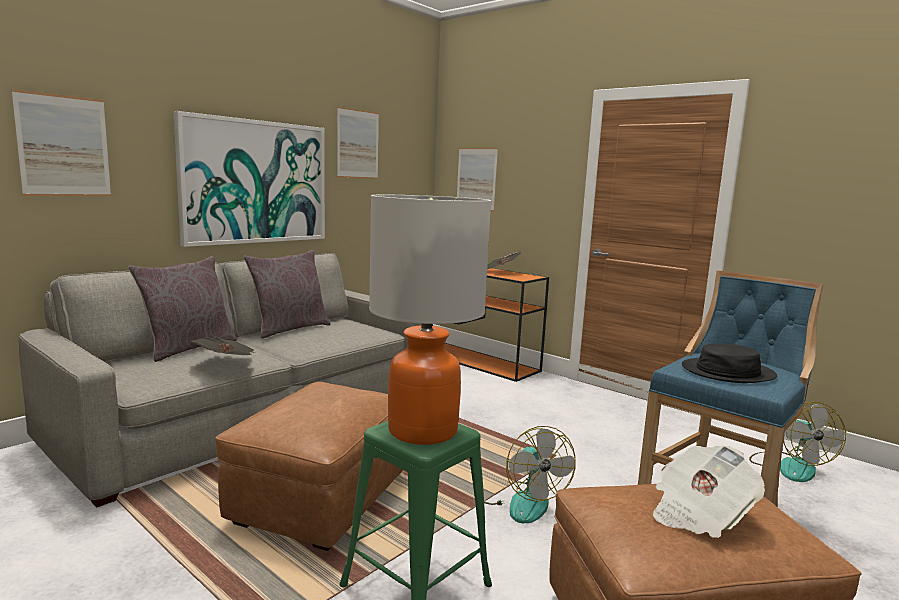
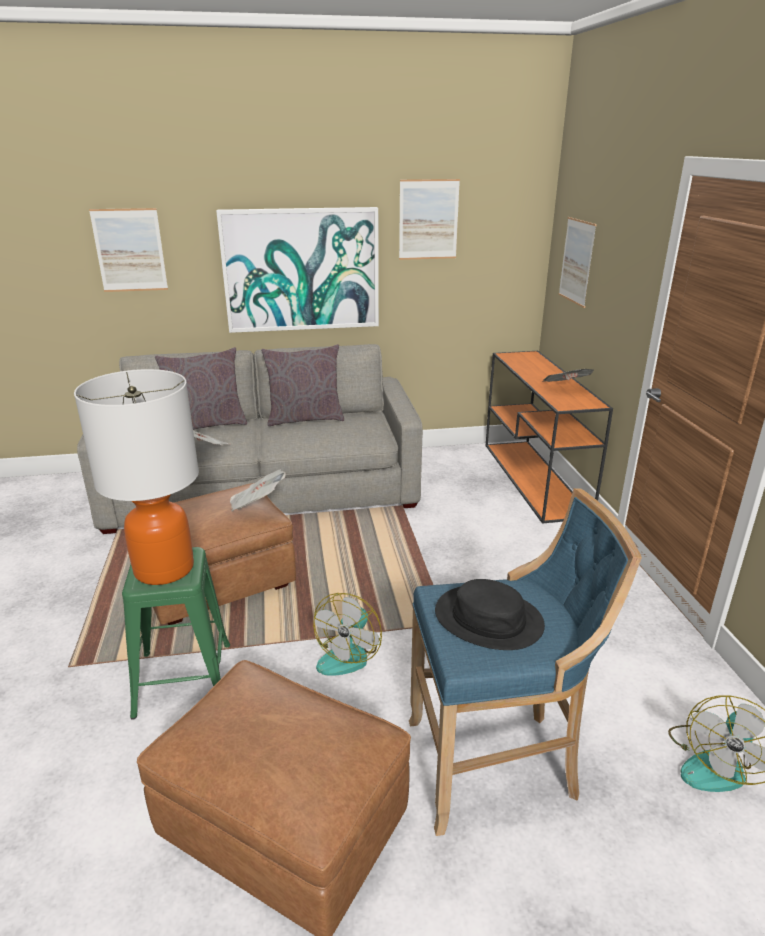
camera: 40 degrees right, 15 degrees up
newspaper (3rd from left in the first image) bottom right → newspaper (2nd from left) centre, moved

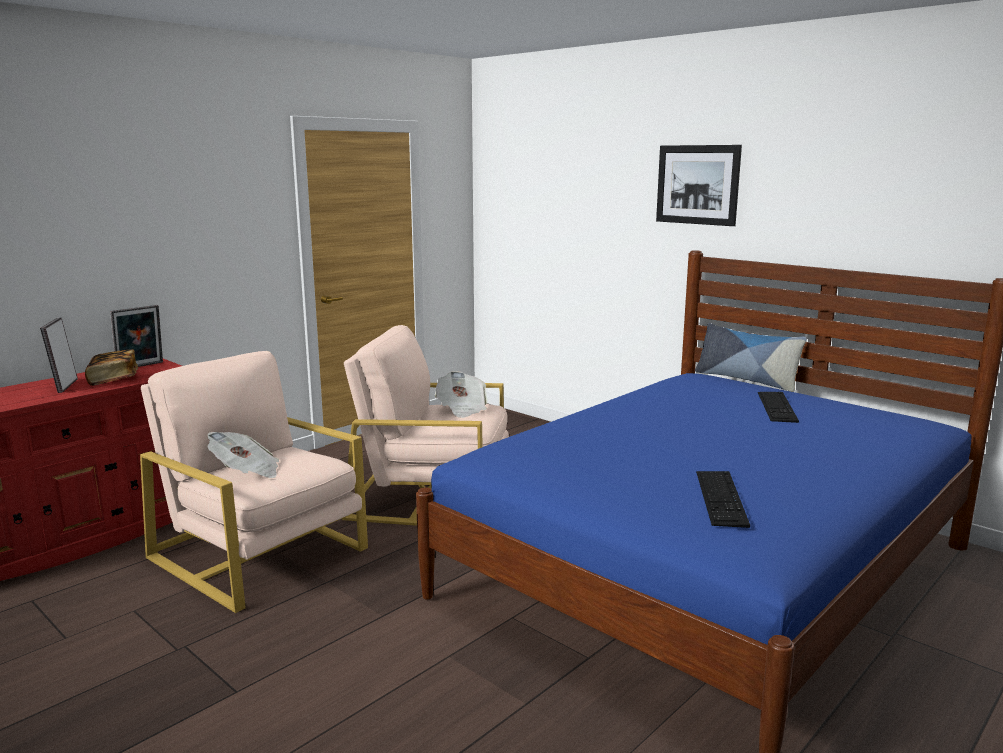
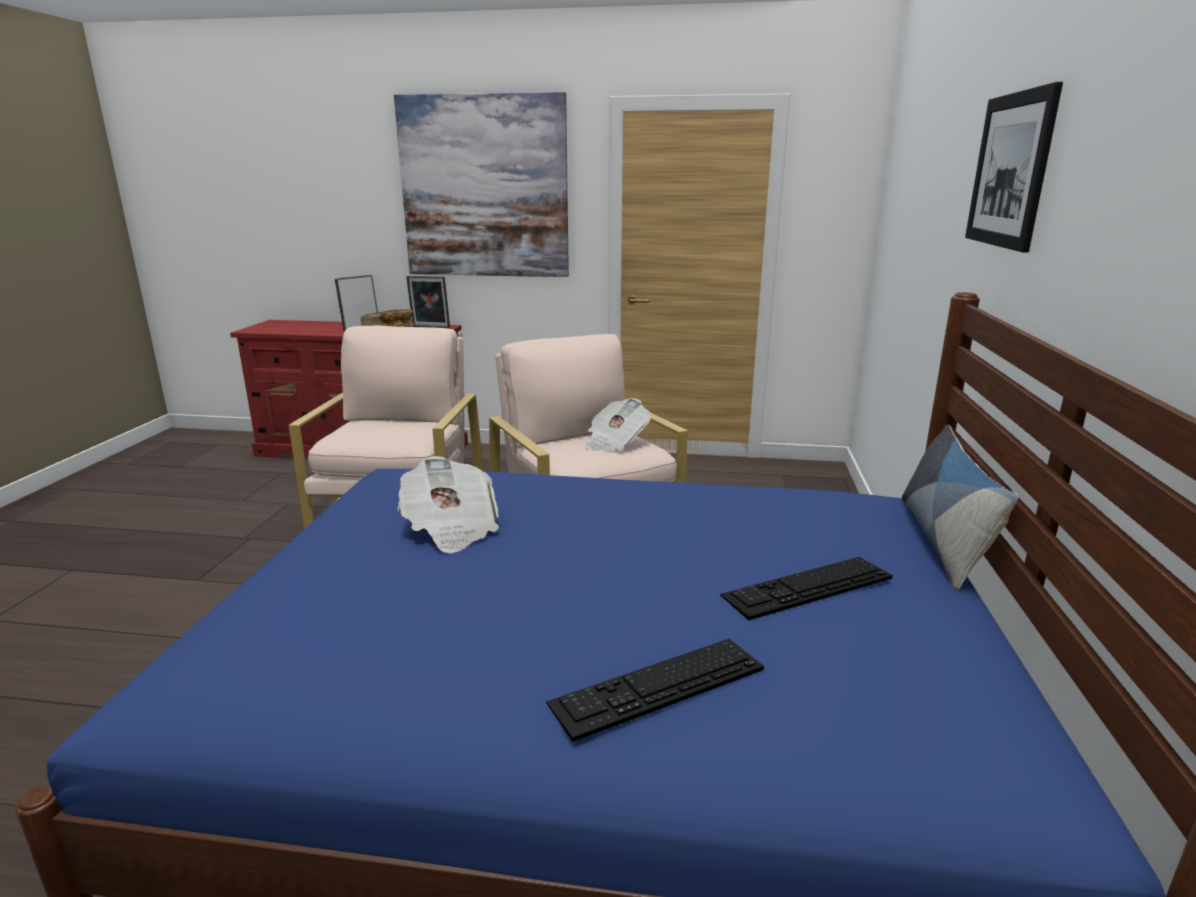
camera: 55 degrees right, 5 degrees up
- → picture (1st from left) top centre
newspaper (1st from left) middle left → newspaper (1st from left) centre, moved
keyboard (1st from left) middle right → keyboard (1st from left) bottom centre, moved

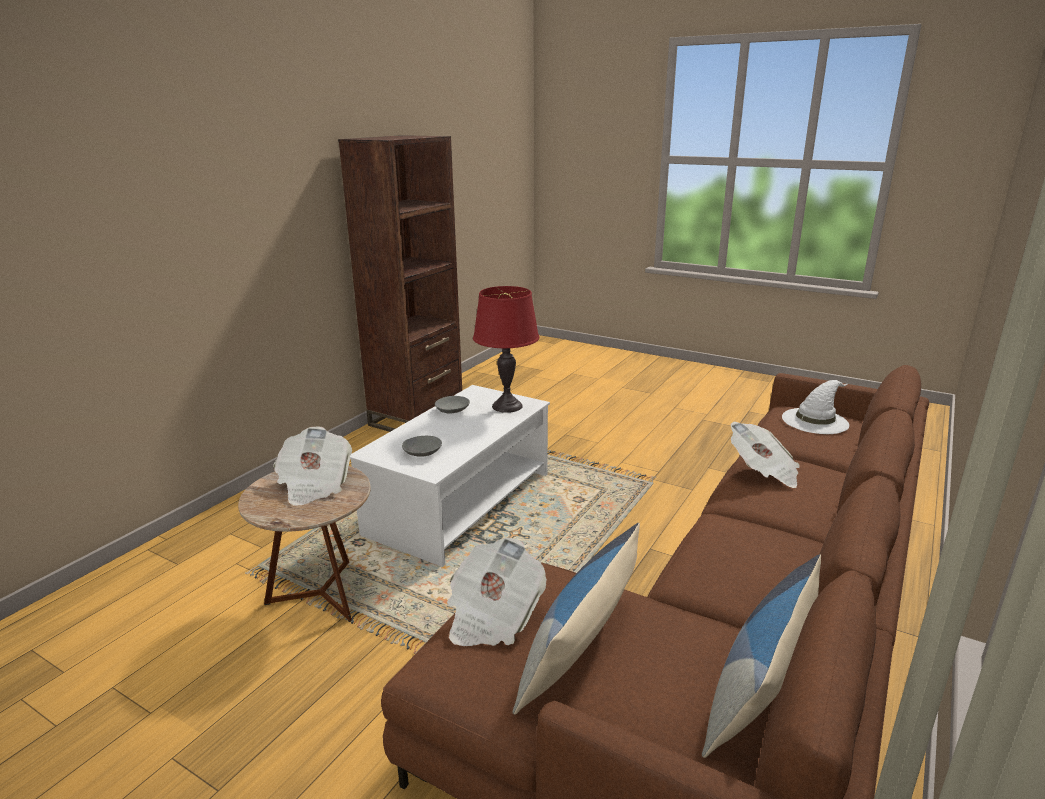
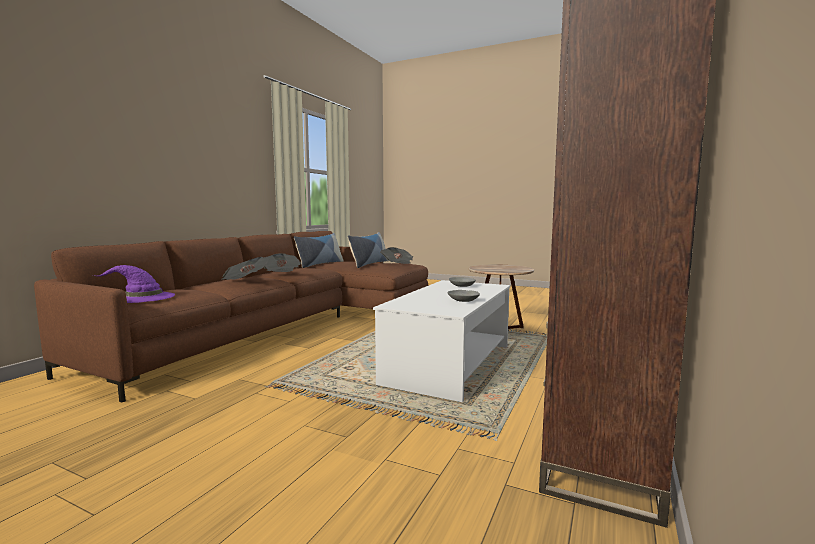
camera: 175 degrees right, 15 degrees down
whitish hat middle right → purple-coloured hat middle left
newspaper (1st from left in the first image) middle left → newspaper (2nd from left) centre, moved
red-coloured tabletop lamp centre → -

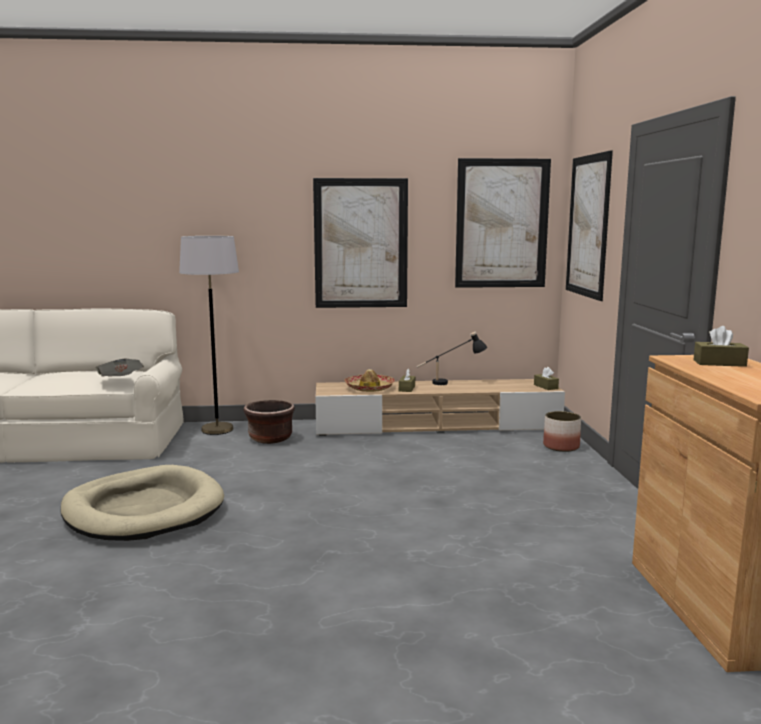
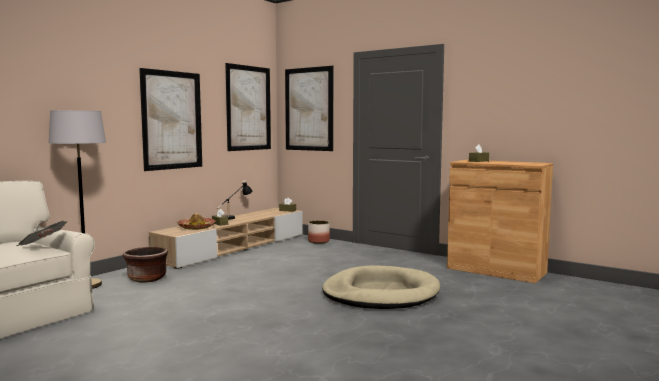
camera: 50 degrees left, 5 degrees down
beige-coloured dog cushion bottom left → beige-coloured dog cushion bottom centre, moved

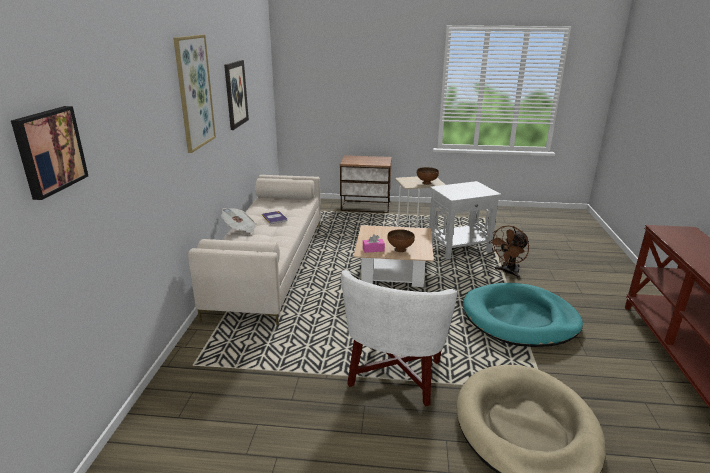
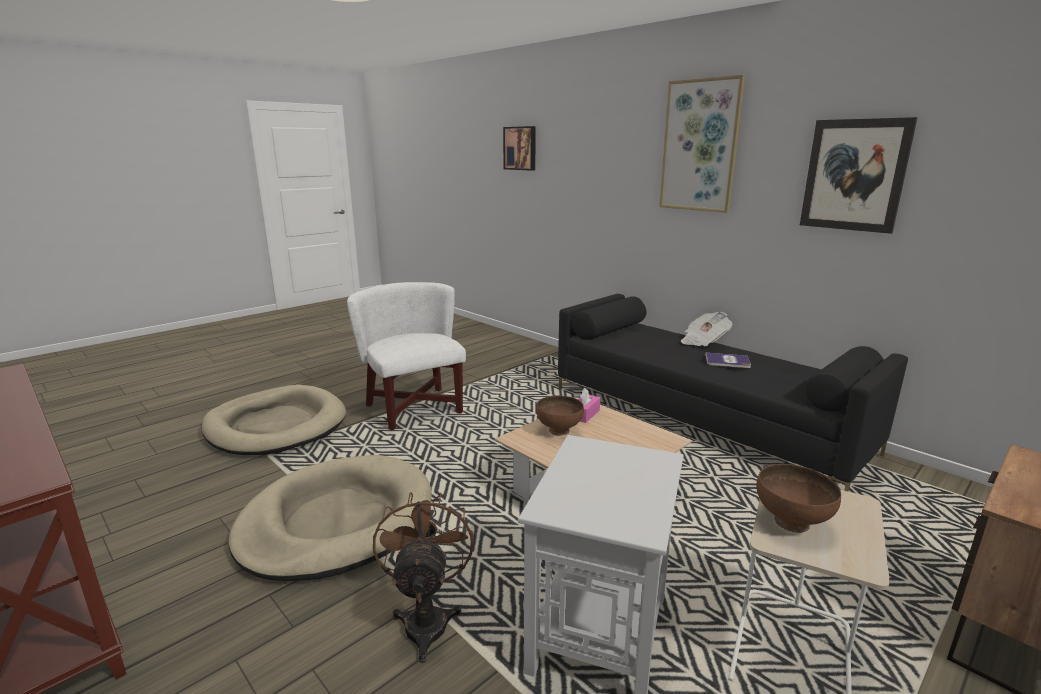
camera: 130 degrees right, 5 degrees down
turquoise dog cushion middle right → beige-coloured dog cushion (2nd from left) bottom left
beige-coloured sofa centre → blackish sofa middle right

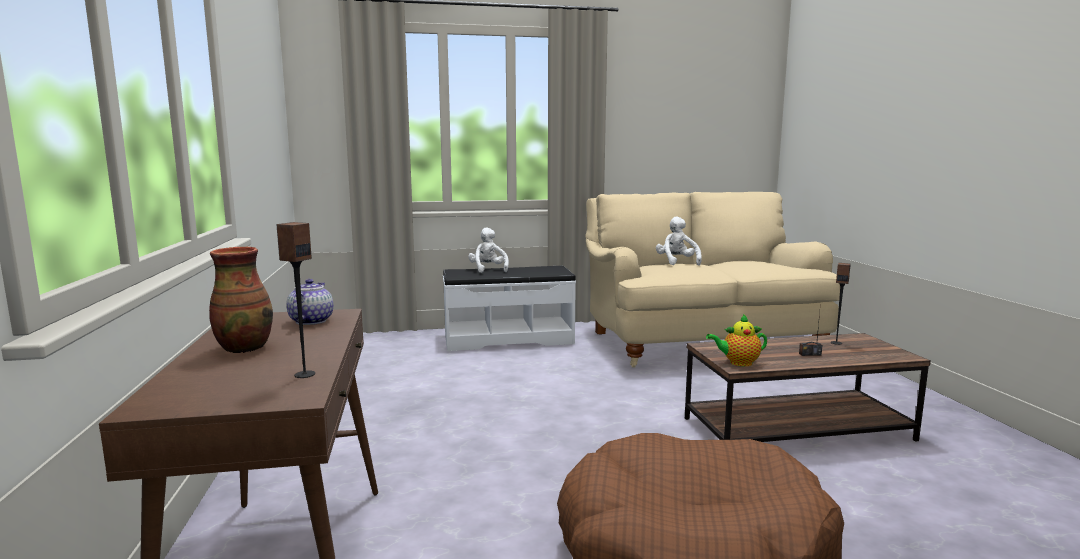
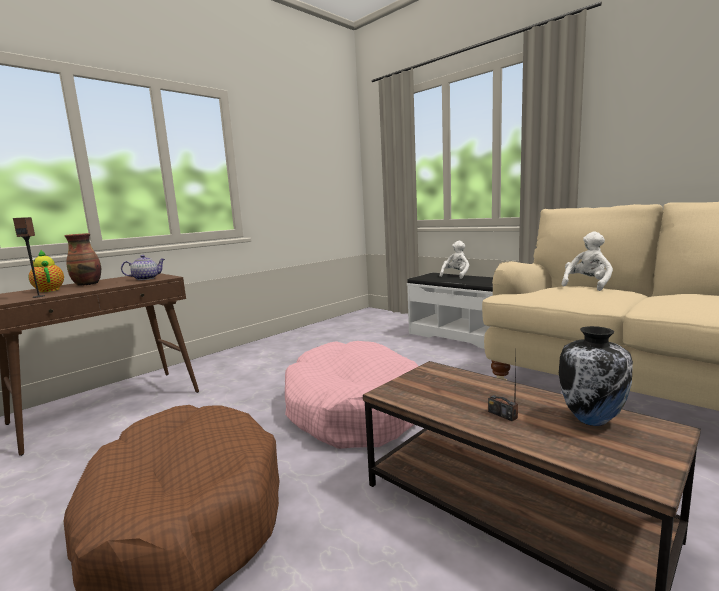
camera: 55 degrees right, 0 degrees up
tea pot (2nd from left in the first image) middle right → tea pot (1st from left) middle left, moved
- → pink-coloured dog cushion bottom centre
loudspeaker (2nd from left) middle right → vase (2nd from left) middle right

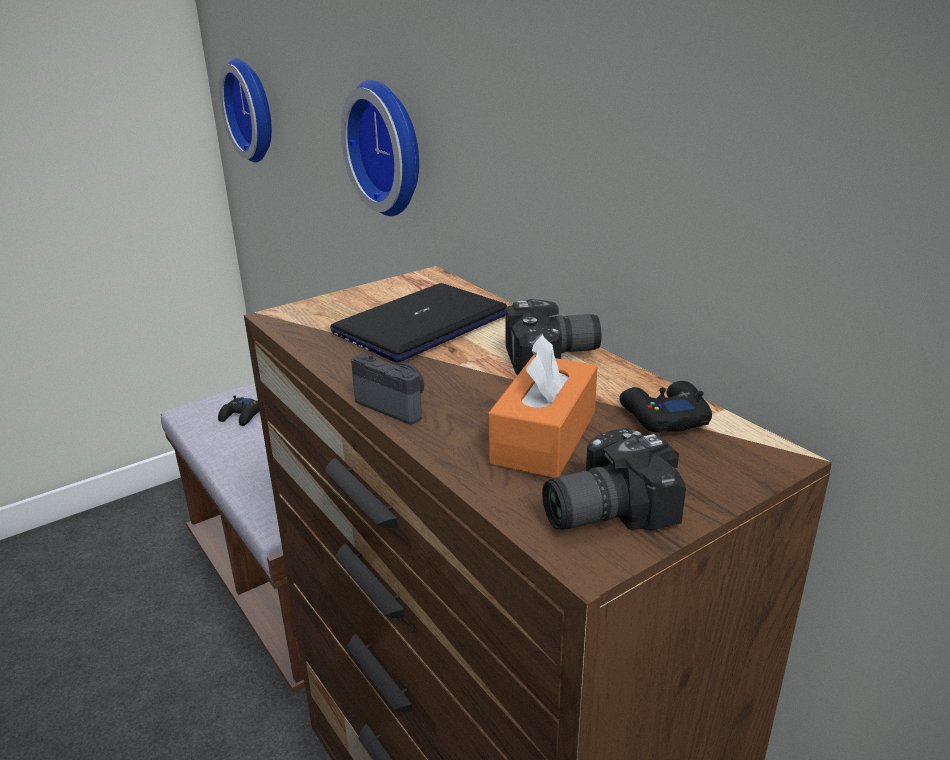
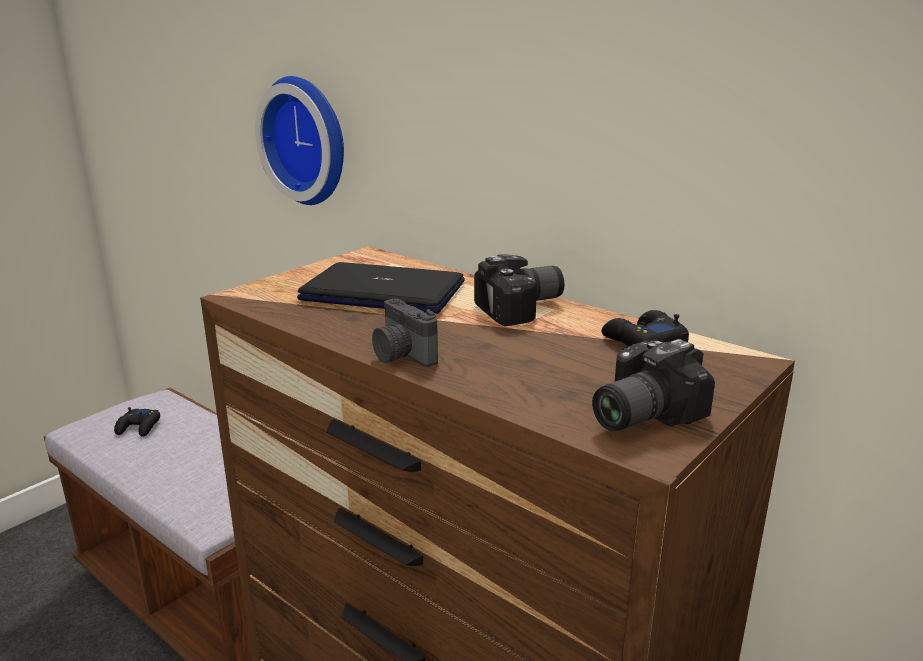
camera: 15 degrees left, 5 degrees down
laptop centre, 75 degrees clockwise
photo camera (1st from left) centre, 150 degrees counterclockwise
clock on the wall (1st from left) top left → -
orange-coloured tissue box centre → -

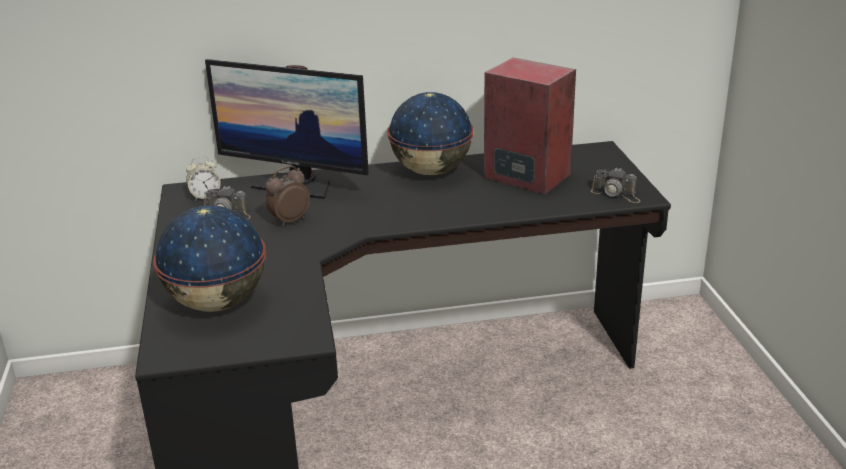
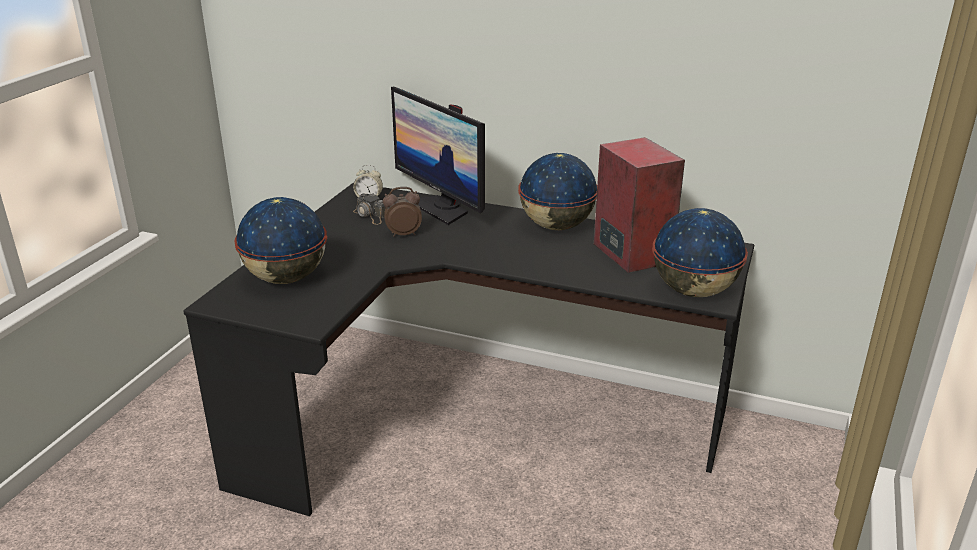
camera: 30 degrees right, 0 degrees up
photo camera (2nd from left) middle right → desk globe (3rd from left) middle right

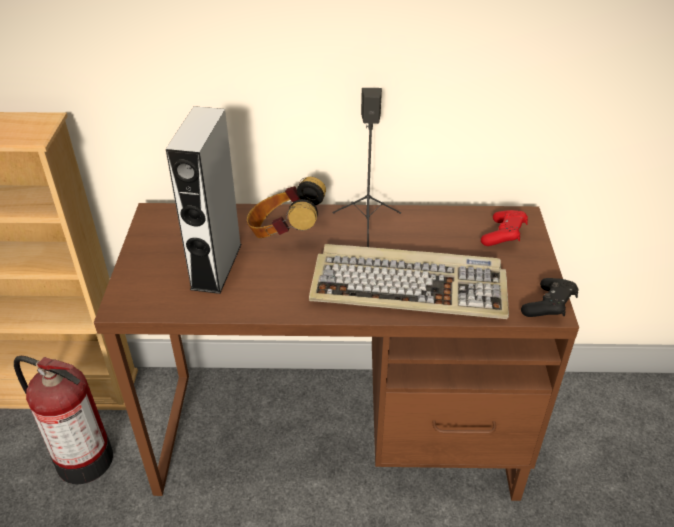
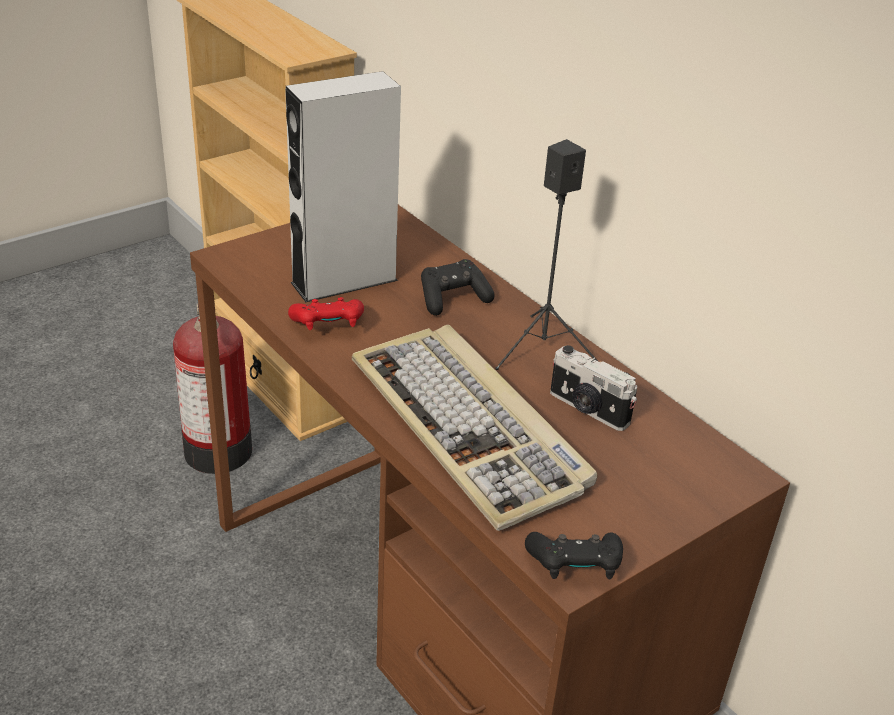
camera: 50 degrees right, 5 degrees down
red-coloured game controller middle right → red-coloured game controller centre, moved
headset centre → blackish game controller (1st from left) centre
- → photo camera centre

